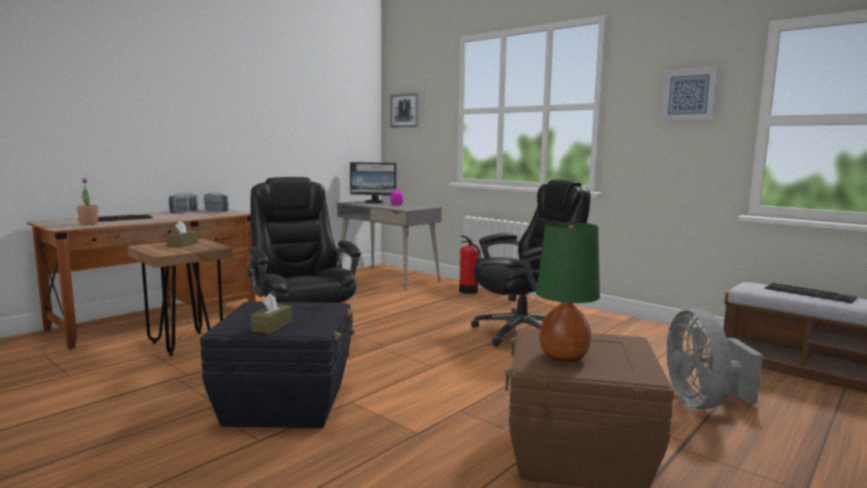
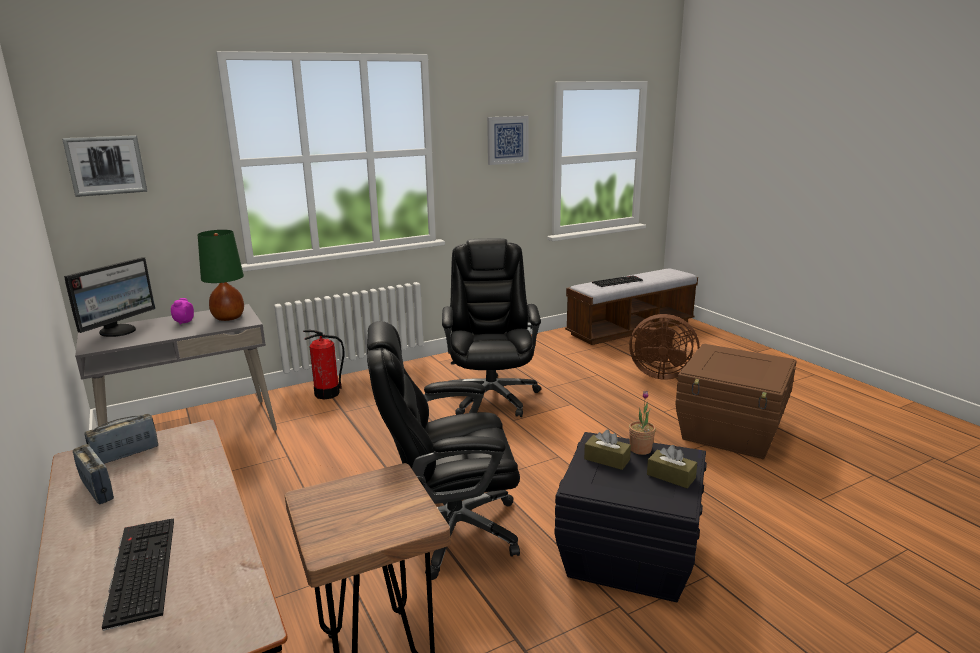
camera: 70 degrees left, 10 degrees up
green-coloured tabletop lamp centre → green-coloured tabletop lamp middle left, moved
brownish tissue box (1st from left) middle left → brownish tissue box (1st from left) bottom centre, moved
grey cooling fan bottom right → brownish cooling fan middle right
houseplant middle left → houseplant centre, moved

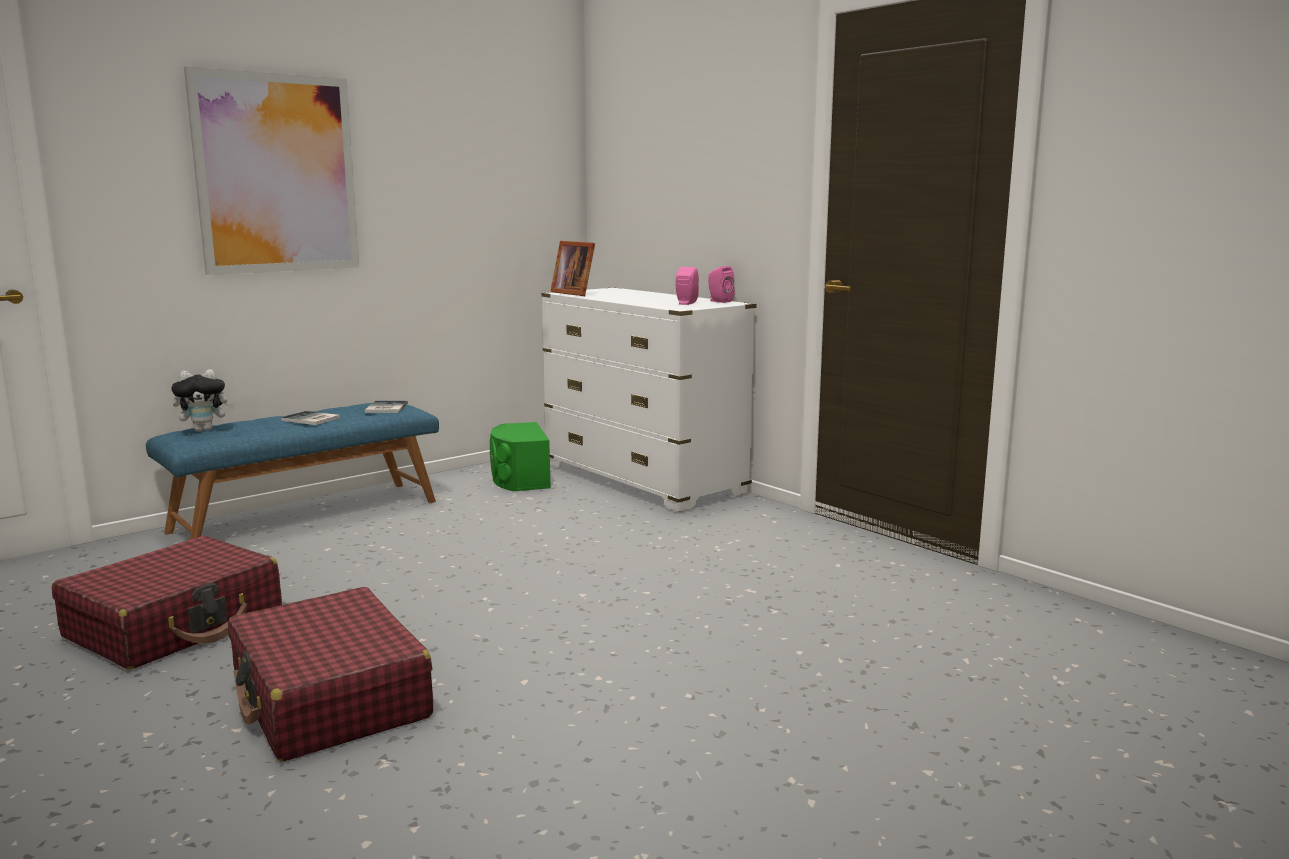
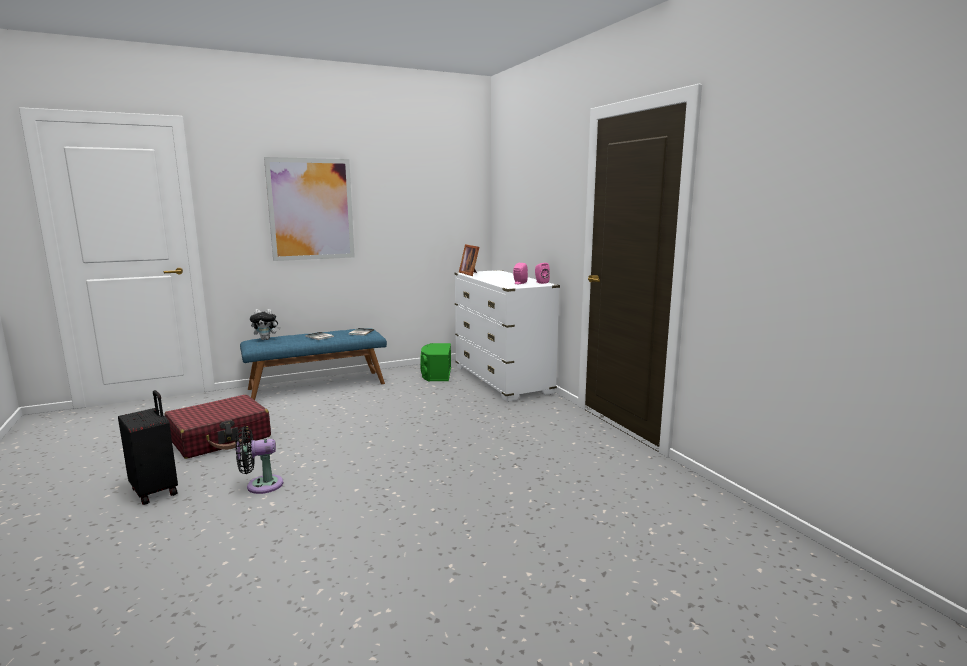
camera: 15 degrees right, 0 degrees up
- → blackish travel case bottom left
red-coloured travel case (2nd from left) bottom left → blackish cooling fan bottom left

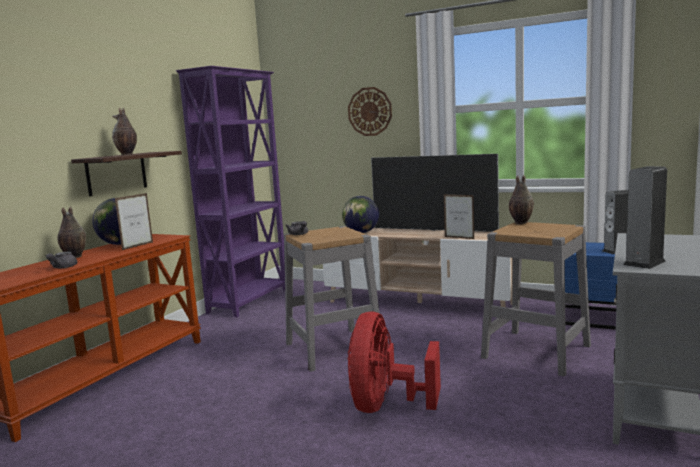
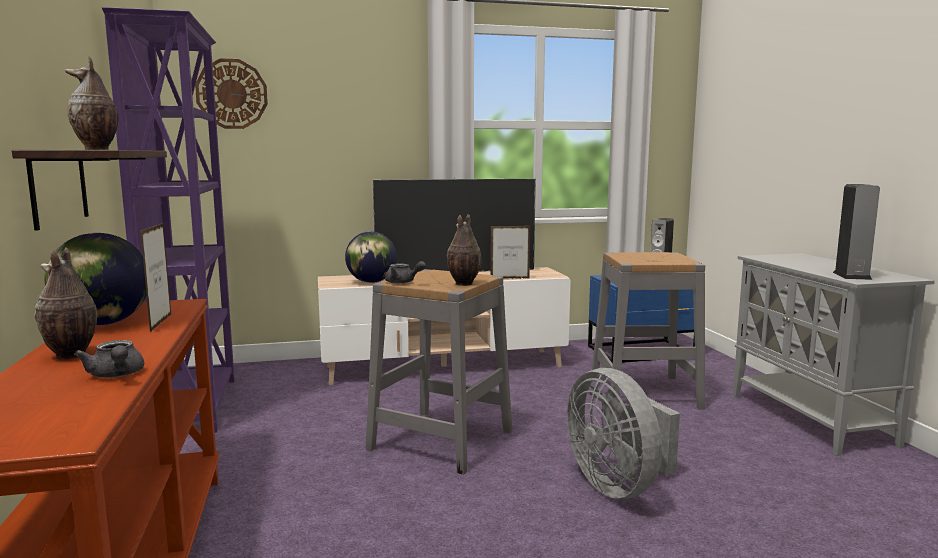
camera: 40 degrees left, 0 degrees up
clock on the wall top centre → clock on the wall top left, moved
vase (3rd from left) middle right → vase (3rd from left) centre, moved
red-coloured cooling fan bottom centre → grey cooling fan bottom centre

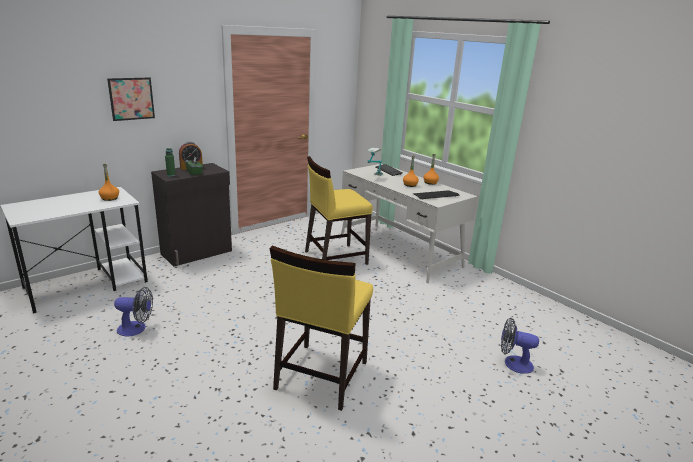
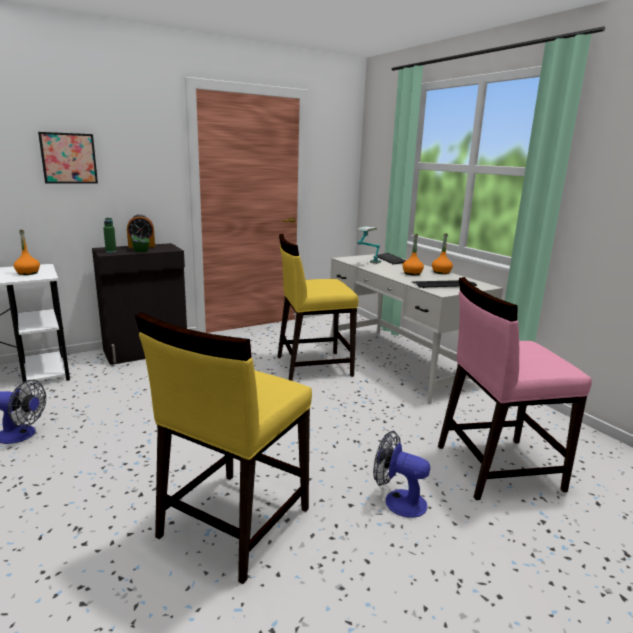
camera: 10 degrees right, 5 degrees down
cooling fan (2nd from left) bottom right → cooling fan (2nd from left) bottom centre, moved
- → pink-coloured upright chair middle right

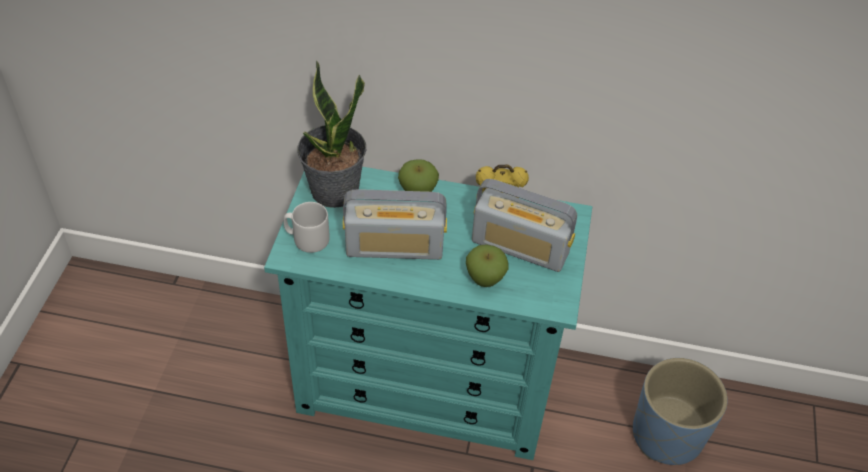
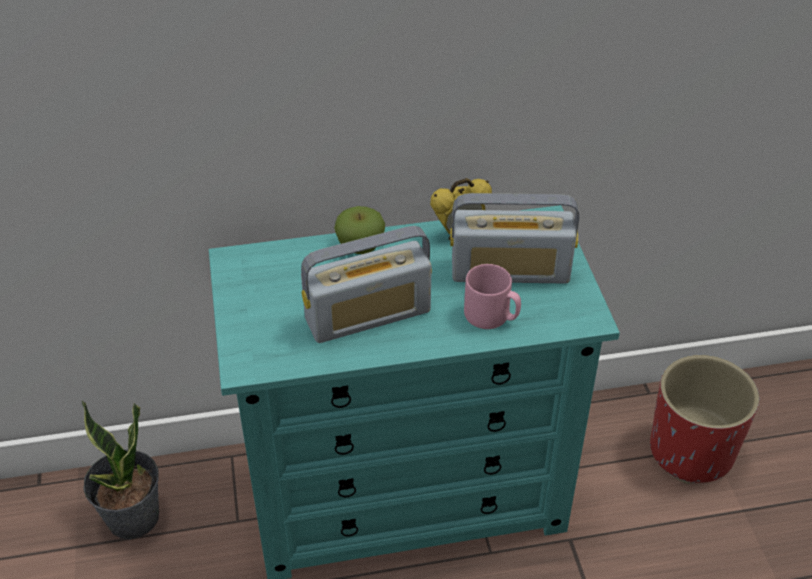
camera: 20 degrees left, 5 degrees down
houseplant top centre → houseplant bottom left, moved
apple fruit (2nd from left) centre → pink-coloured mug centre
blue-coloured plant pot bottom right → red-coloured plant pot bottom right
grey mug centre → -

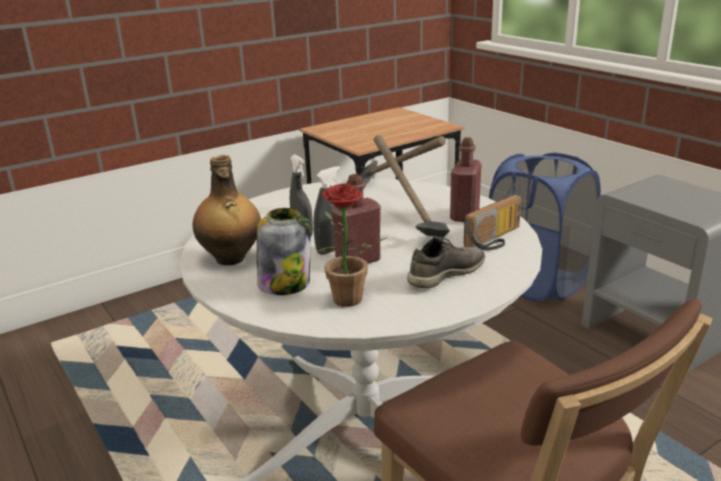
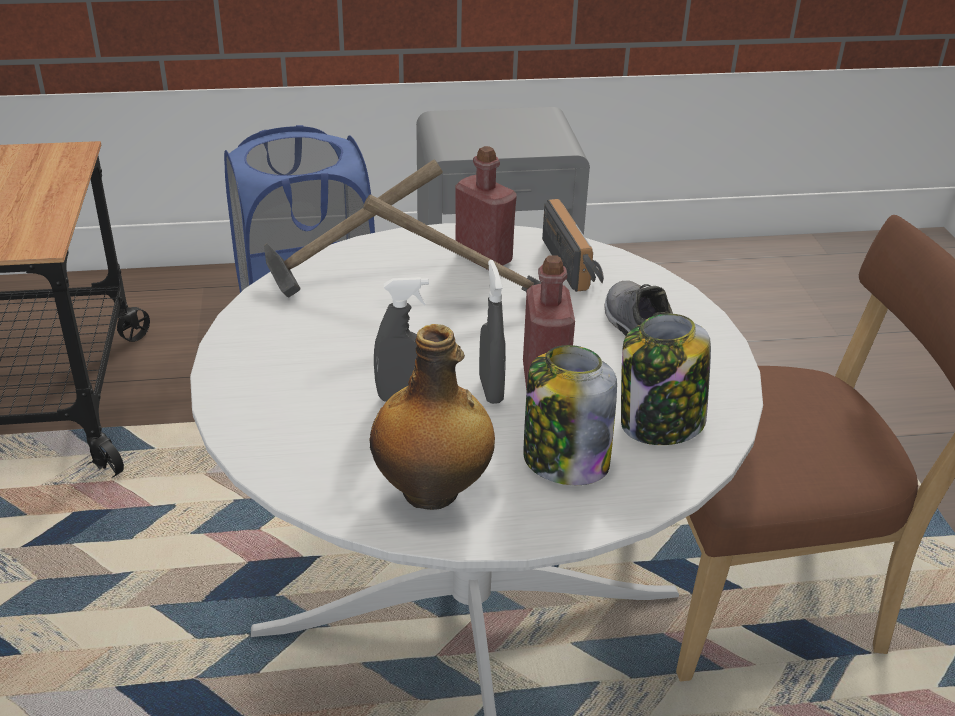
camera: 65 degrees left, 10 degrees up
houseplant centre → preserve jar (2nd from left) middle right

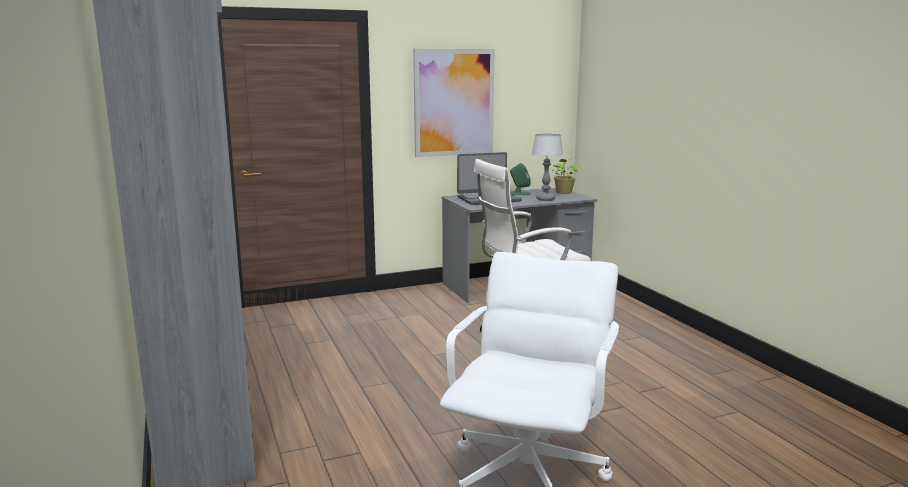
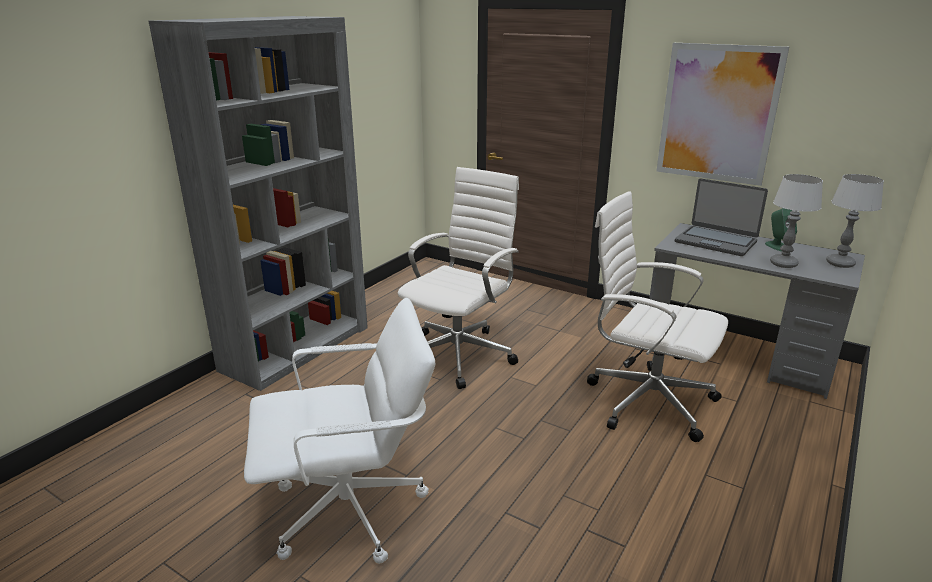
camera: 55 degrees right, 10 degrees up
- → whitish office chair (2nd from left) centre
houseplant centre → tabletop lamp (2nd from left) middle right

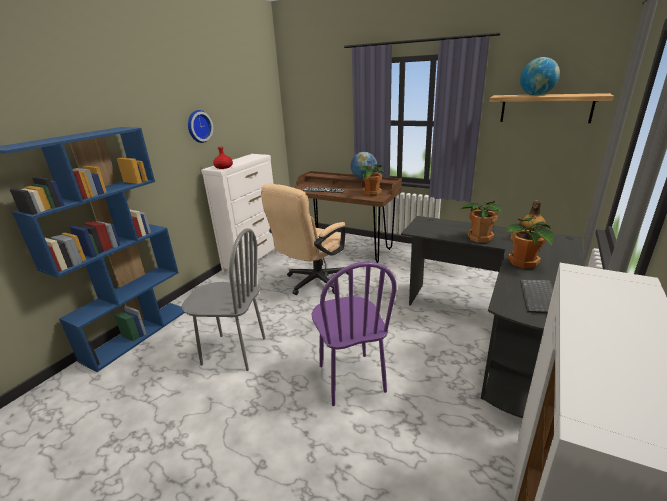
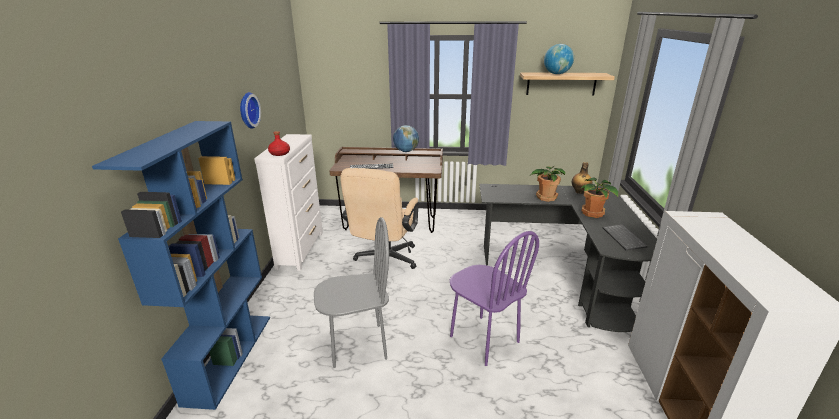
camera: 25 degrees left, 0 degrees up
houseplant (1st from left) centre → -

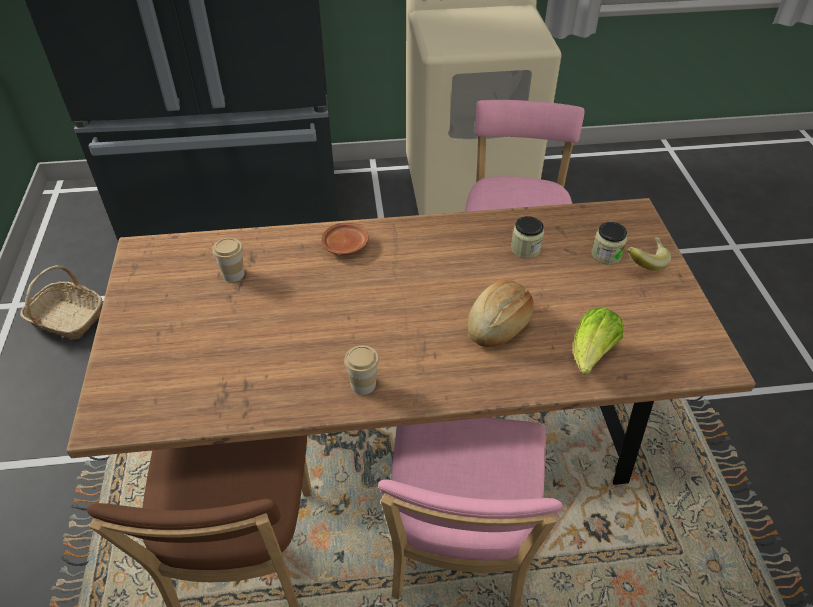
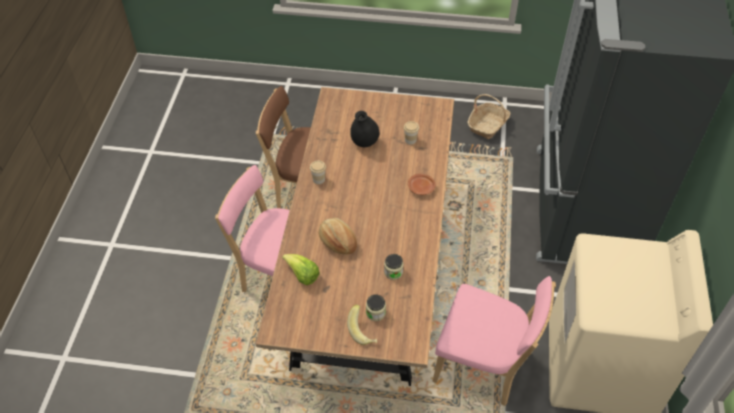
camera: 105 degrees right, 5 degrees up
- → blackish vase top centre

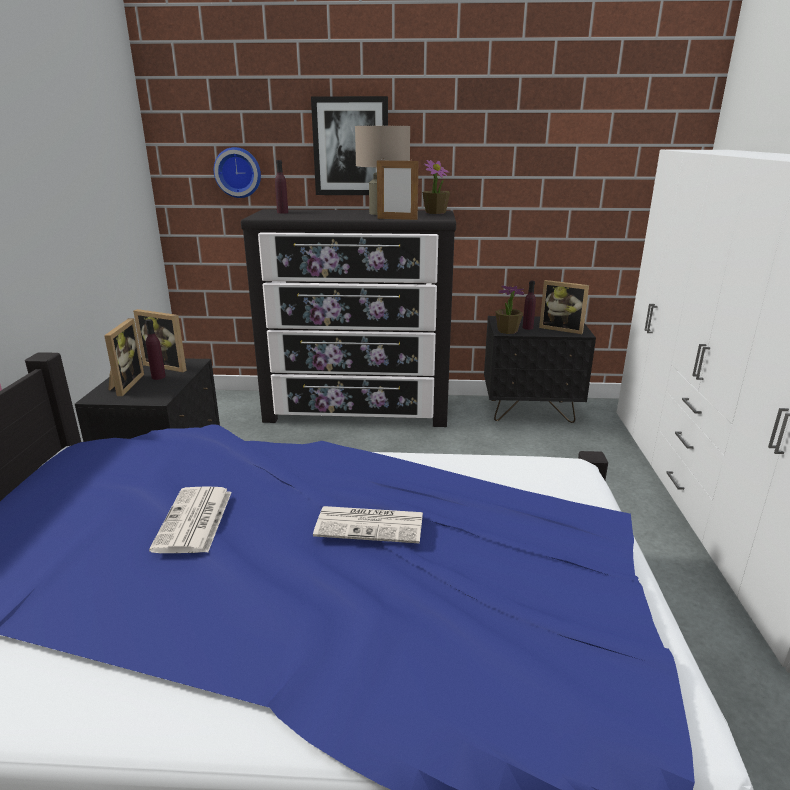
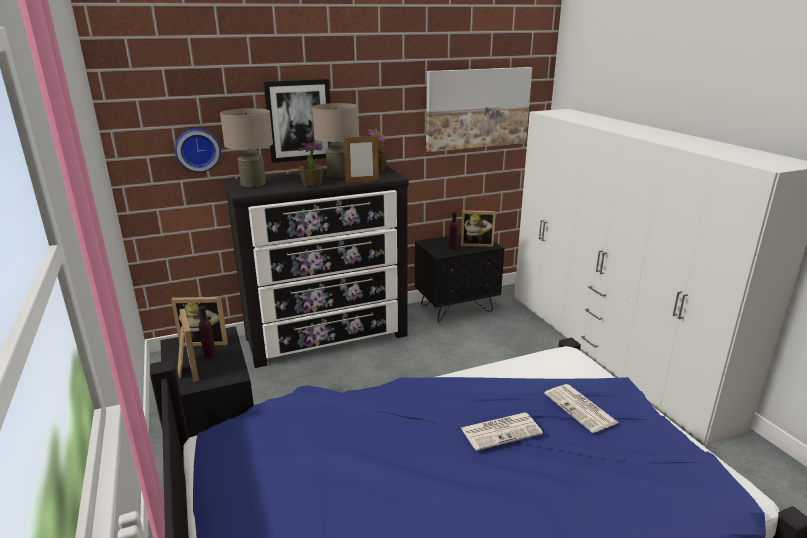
camera: 25 degrees left, 0 degrees up
purple-coloured bottle (2nd from left) top centre → beige-coloured tabletop lamp (1st from left) top left
houseplant (2nd from left in the first image) centre → houseplant (1st from left) top centre, moved
- → picture (2nd from left) top centre
newspaper (1st from left in the first image) middle left → newspaper (2nd from left) bottom right, moved

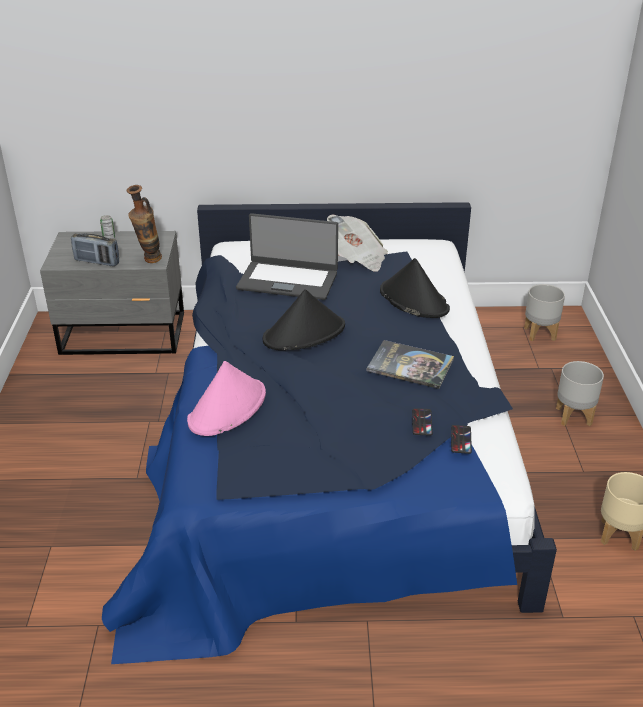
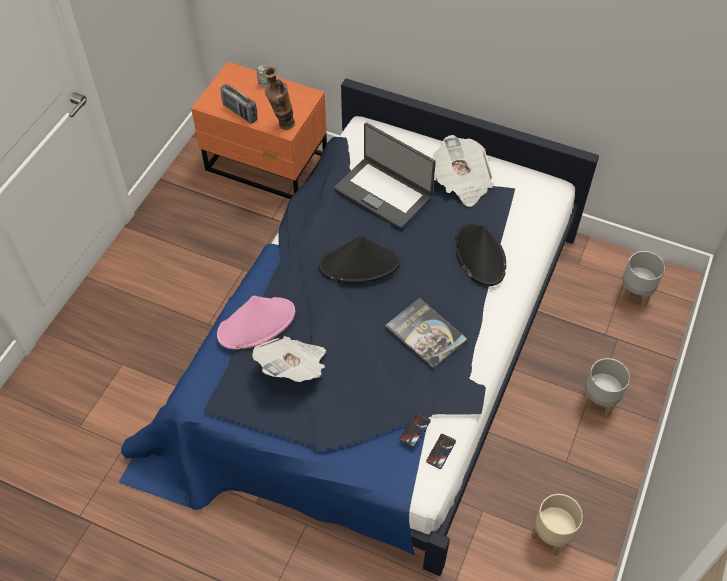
camera: 25 degrees right, 20 degrees up
grey bedside table middle left → orange-coloured bedside table top centre
- → newspaper (1st from left) centre
telephone (1st from left in the first image) centre → telephone (2nd from left) bottom centre, moved

